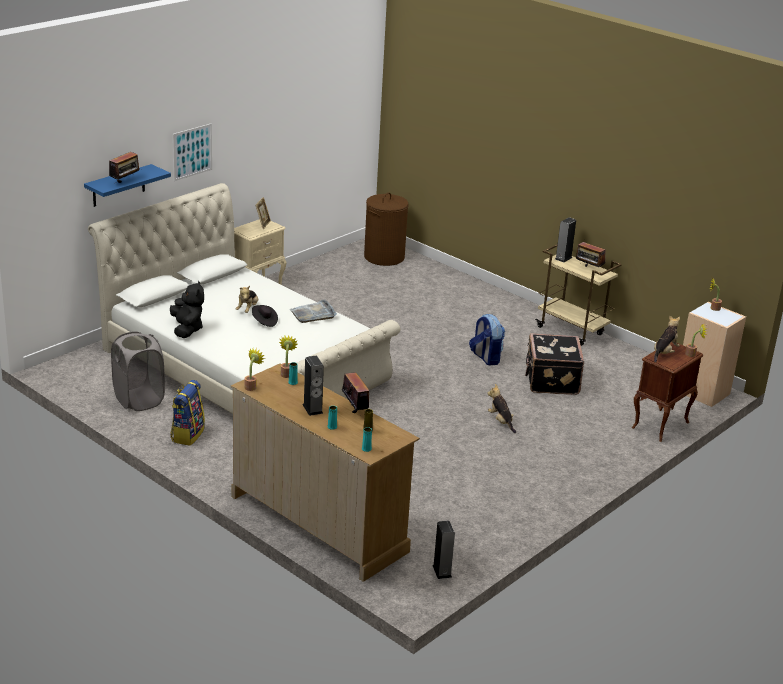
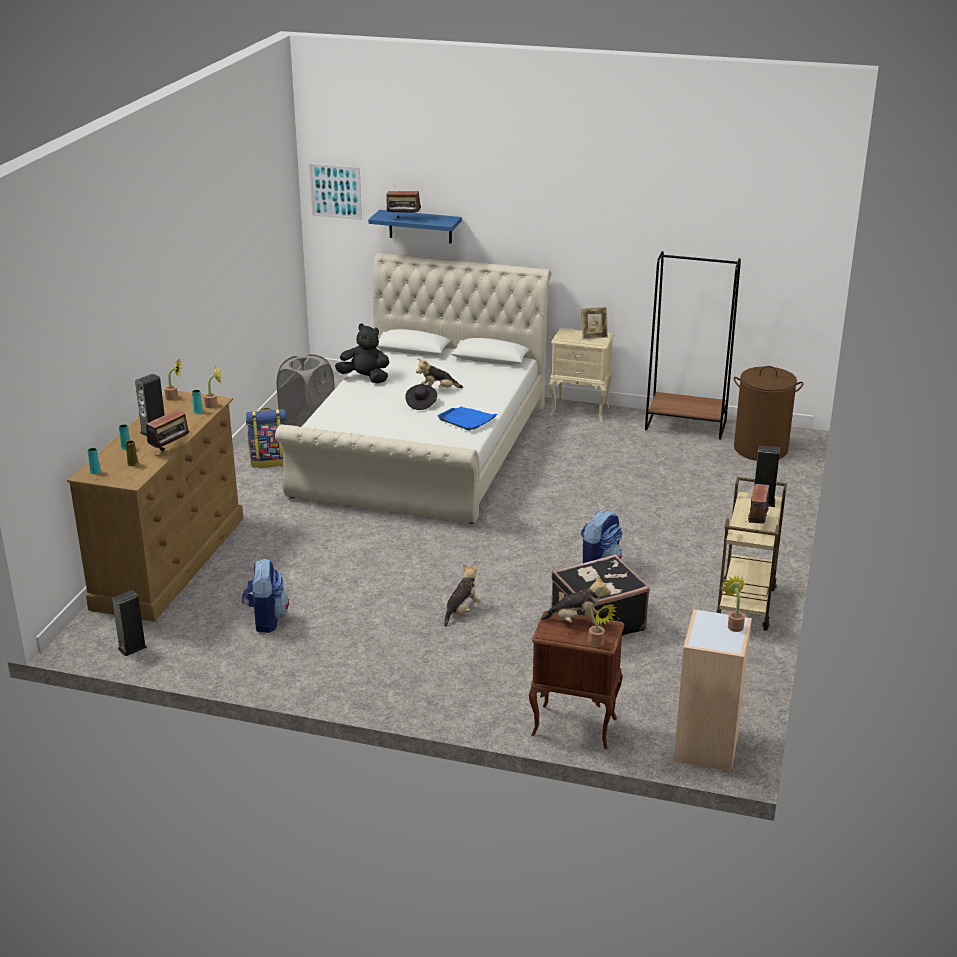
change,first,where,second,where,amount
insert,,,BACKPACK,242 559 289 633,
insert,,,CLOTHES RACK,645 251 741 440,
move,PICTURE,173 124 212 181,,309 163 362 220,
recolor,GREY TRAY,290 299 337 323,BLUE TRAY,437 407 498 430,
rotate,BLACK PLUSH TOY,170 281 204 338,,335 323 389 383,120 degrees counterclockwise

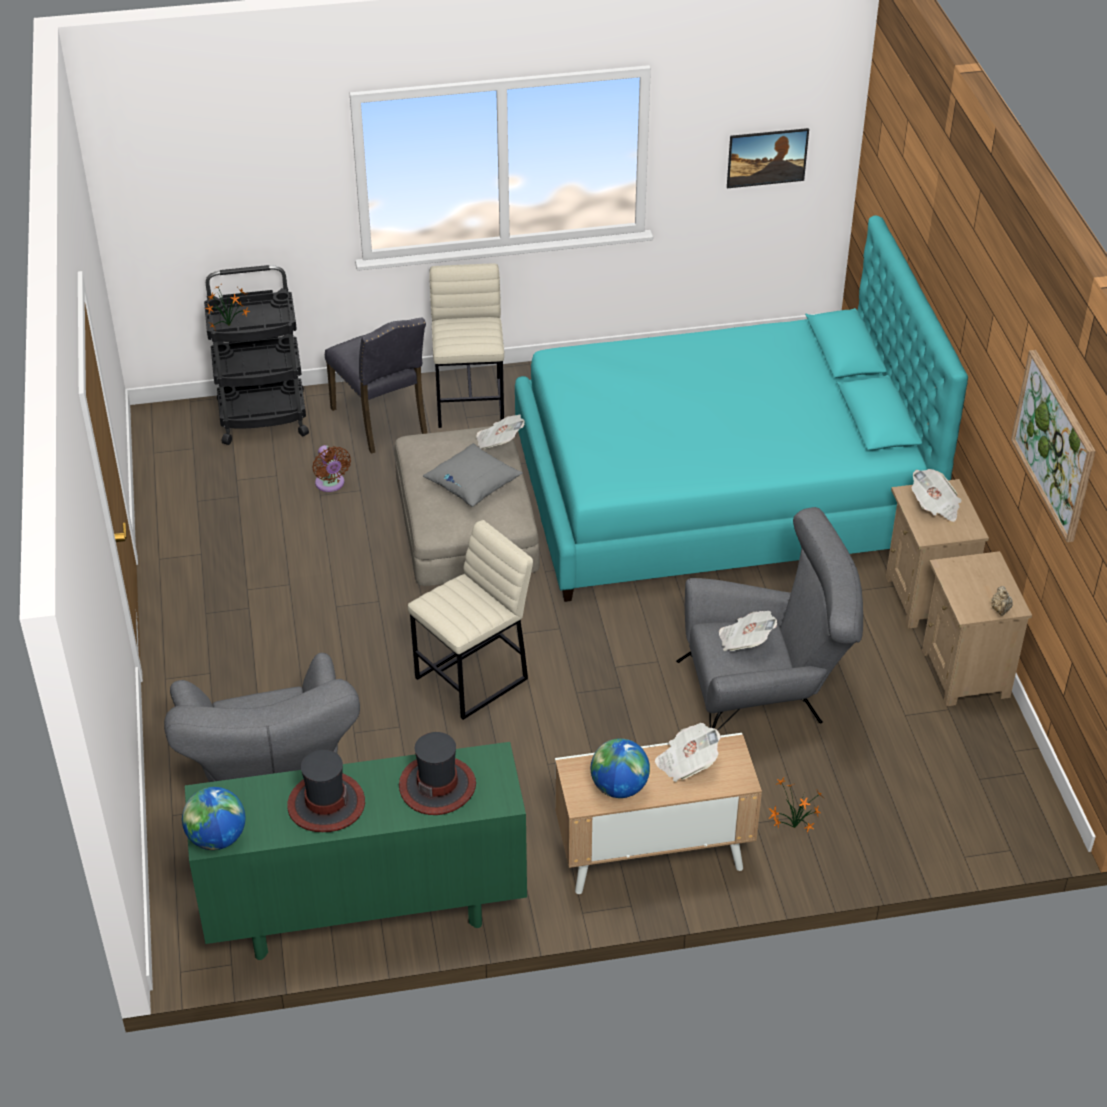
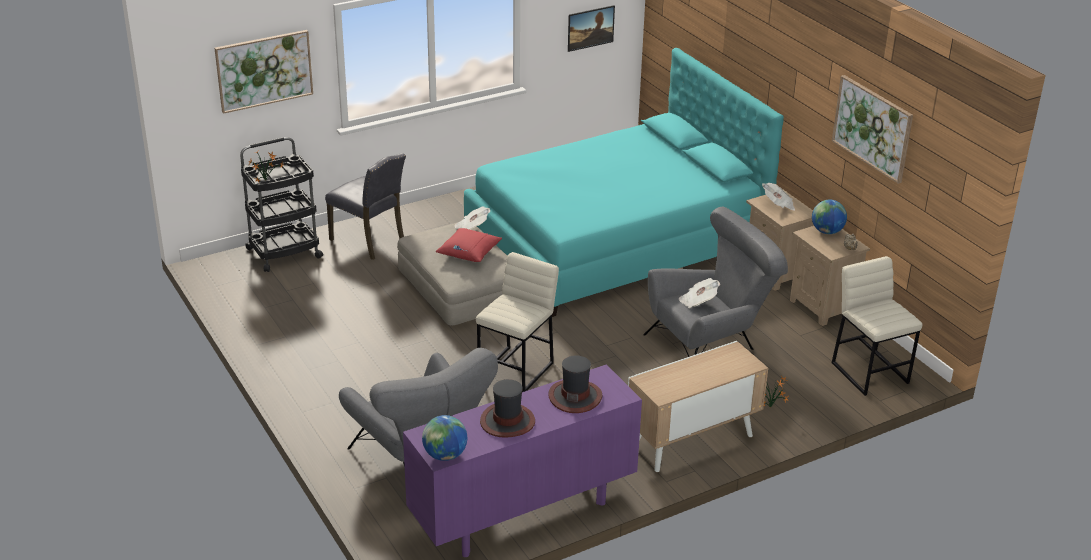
change,first,where,second,where,amount
delete,BROWN FAN,312 445 351 492,,,
delete,NEWSPAPER,655 723 721 782,,,
insert,,,PICTURE,215 30 313 114,
move,BEIGE CHAIR,429 263 504 428,,832 256 922 396,
move,GLOBE,591 738 650 798,,812 200 847 234,
recolor,GREEN DRESSER,185 742 527 960,PURPLE DRESSER,403 364 642 557,
recolor,GREY PILLOW,423 443 523 507,RED PILLOW,436 228 502 262,

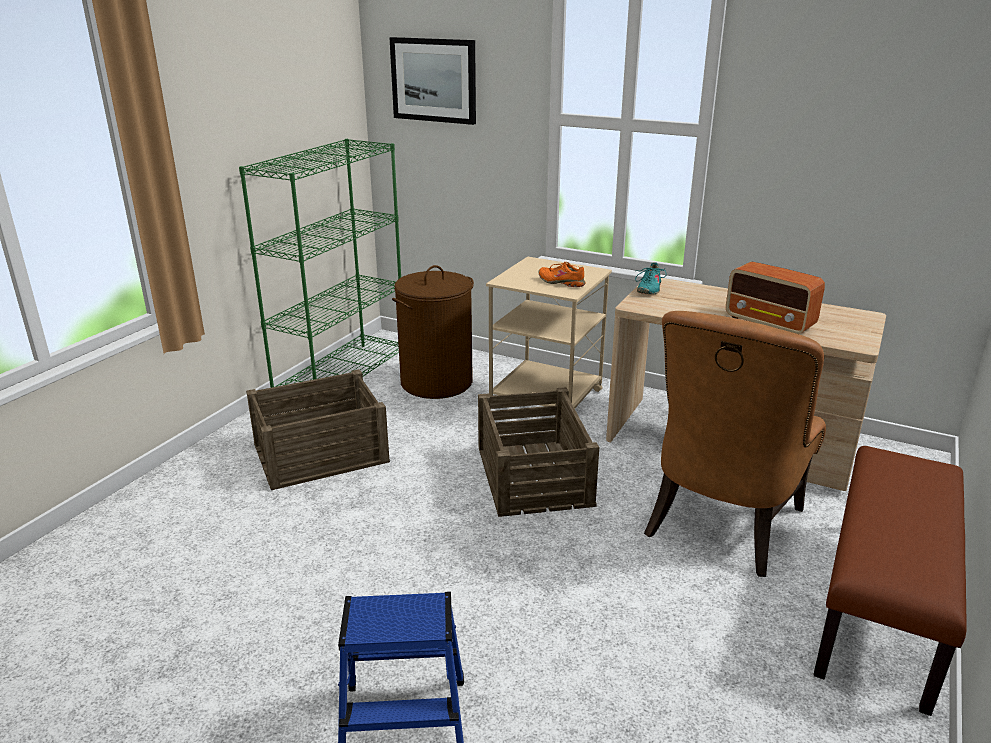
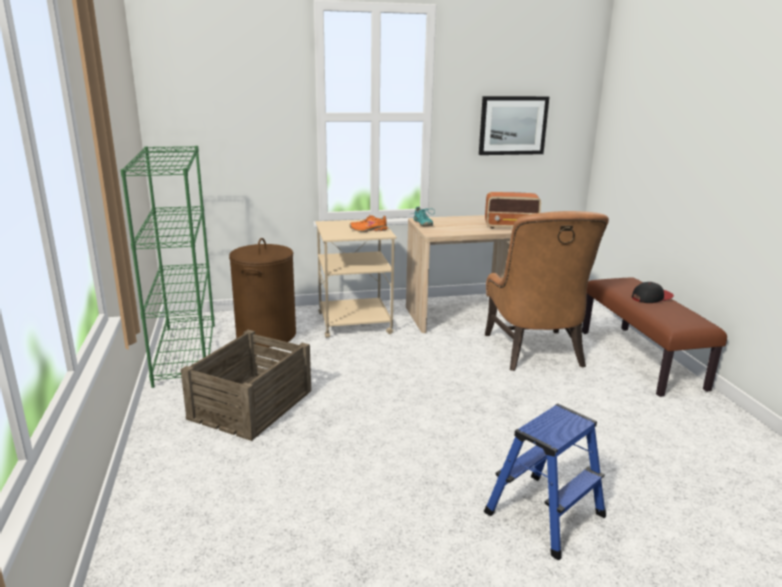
change,first,where,second,where,amount
delete,CRATE,478 387 599 517,,,
insert,,,CAP,632 282 674 303,
move,PICTURE,390 37 476 125,,479 96 549 155,

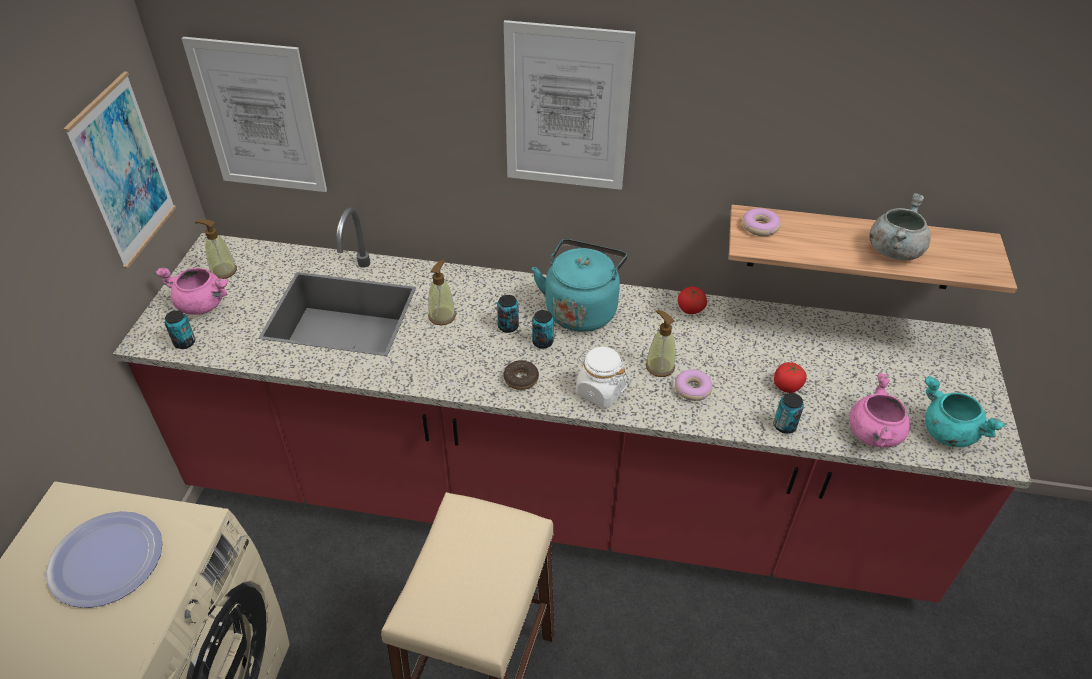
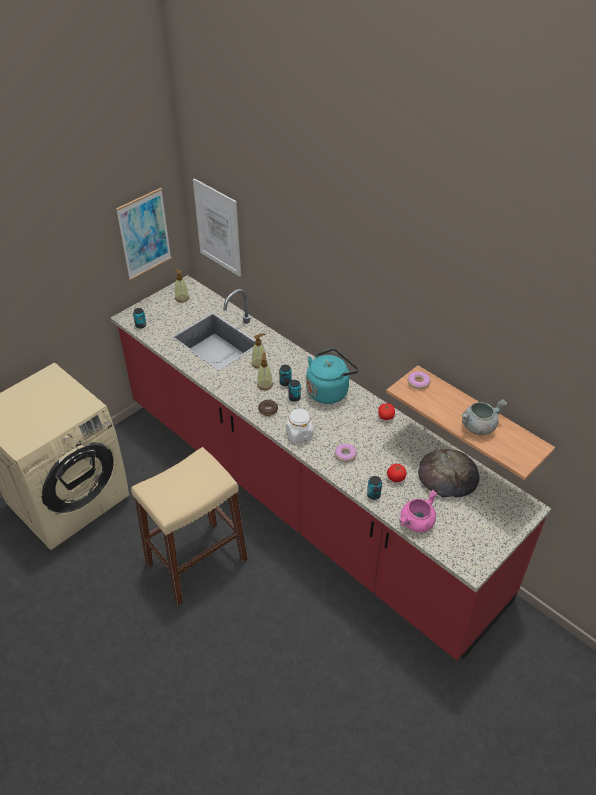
change,first,where,second,where,amount
delete,PLATE,46 511 163 608,,,
delete,PINK COOKING POT,155 268 229 315,,,
delete,PICTURE,504 20 636 190,,,
delete,TURQUOISE COOKING POT,925 376 1006 447,,,
insert,,,BREAD,418 449 480 497,
move,SOAP DISPENSER,646 310 675 377,,257 353 273 390,

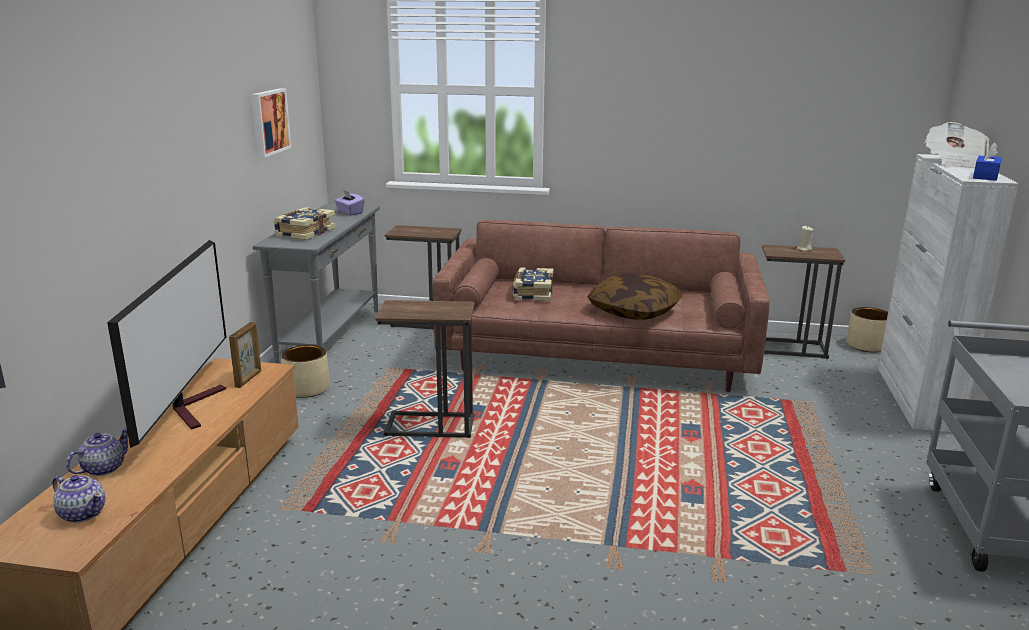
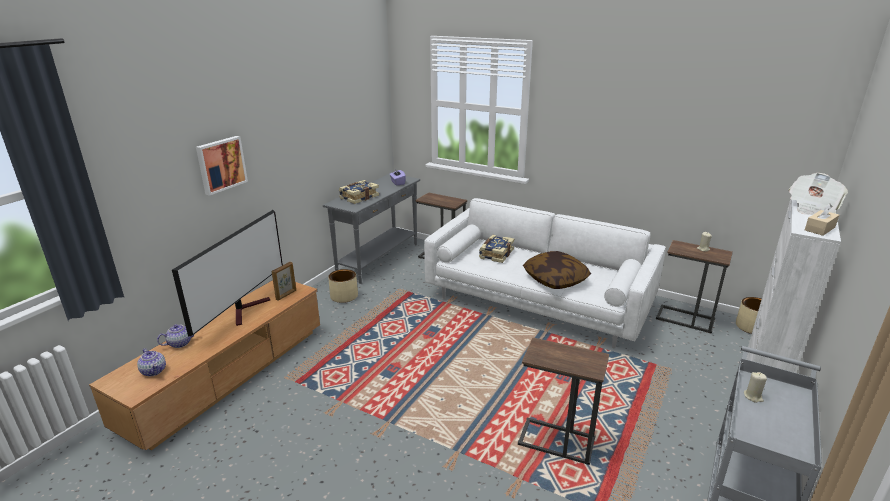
change,first,where,second,where,amount
insert,,,BEIGE CANDLE,744 372 767 403,
move,PICTURE,251 88 291 158,,196 136 248 196,
move,BROWN SIDE TABLE,375 300 474 438,,518 338 609 465,
recolor,BROWN SOFA,433 220 770 392,WHITE SOFA,424 198 666 348,
recolor,BLUE TISSUE BOX,973 143 1002 181,BEIGE TISSUE BOX,805 204 839 236,

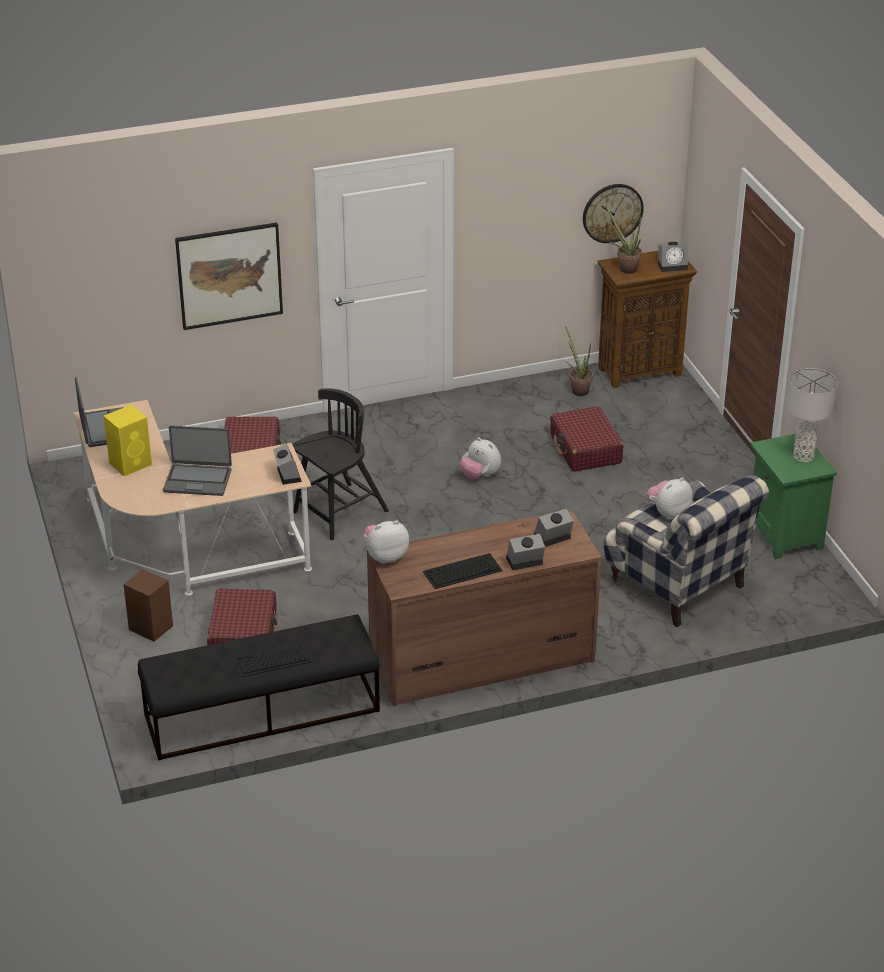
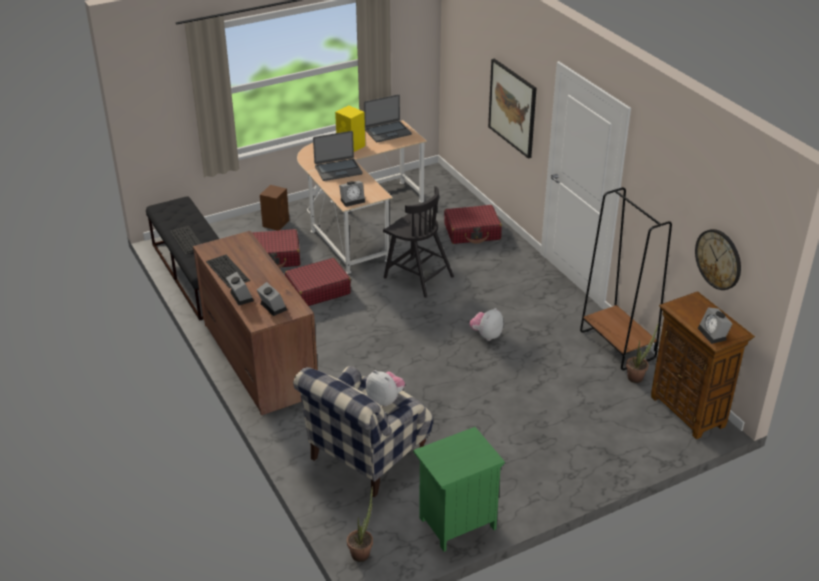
change,first,where,second,where,amount
delete,PLUSH TOY,364 521 409 564,,,
delete,WHITE TABLE LAMP,786 368 837 462,,,
insert,,,CLOTHES RACK,580 187 672 370,
move,RED SUITCASE,550 406 624 472,,285 258 351 306,
move,POTTED PLANT,605 205 642 274,,347 486 373 562,
rotate,LAPTOP,163 426 232 496,,313 131 363 181,105 degrees counterclockwise

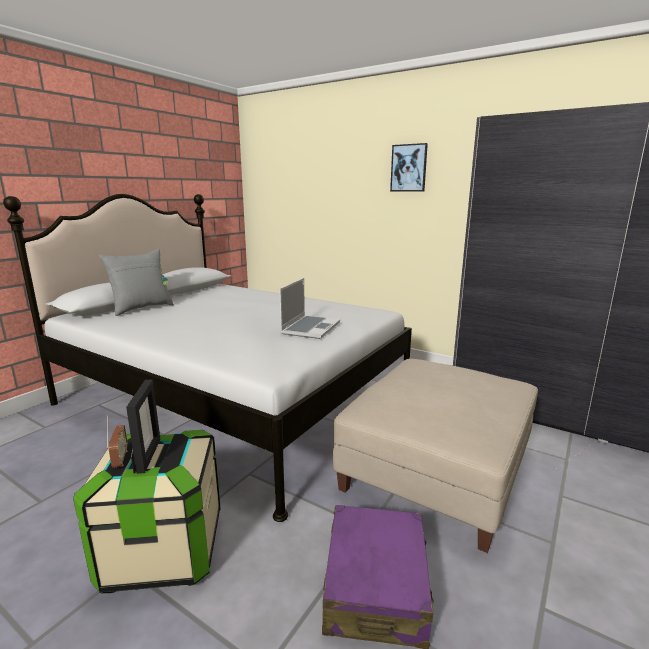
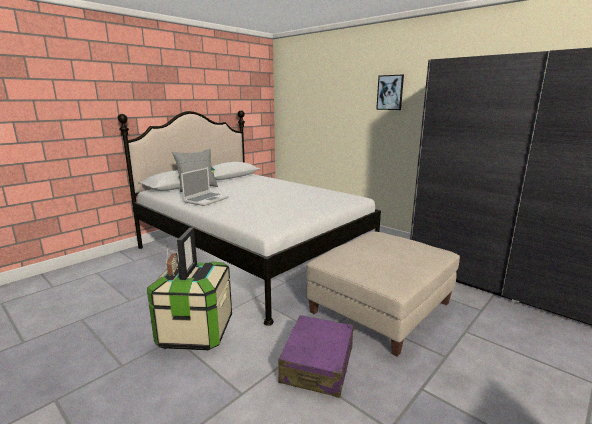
change,first,where,second,where,amount
move,LAPTOP,279 278 340 339,,181 167 229 206,

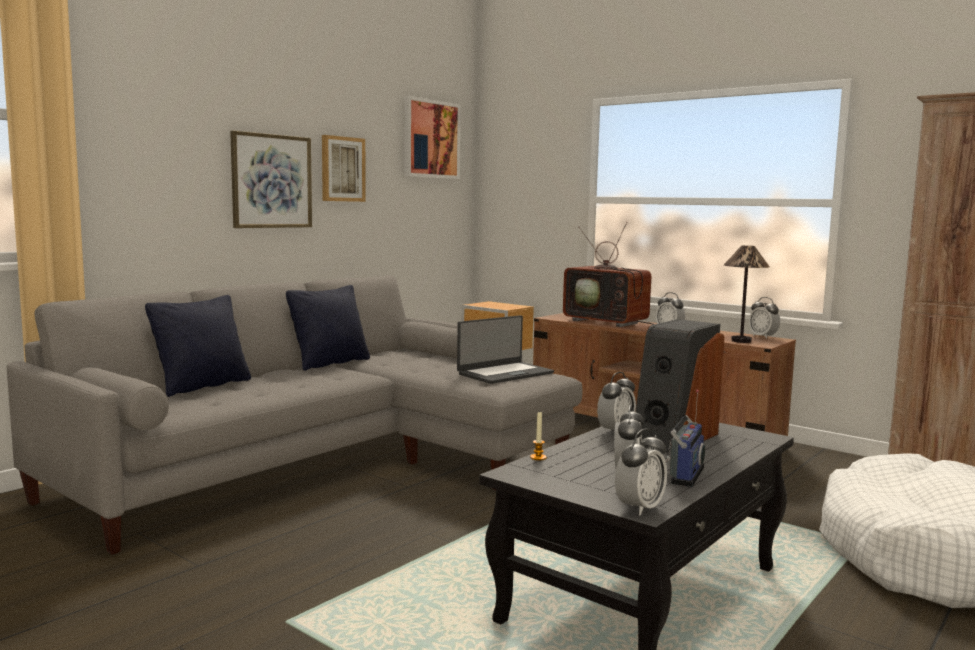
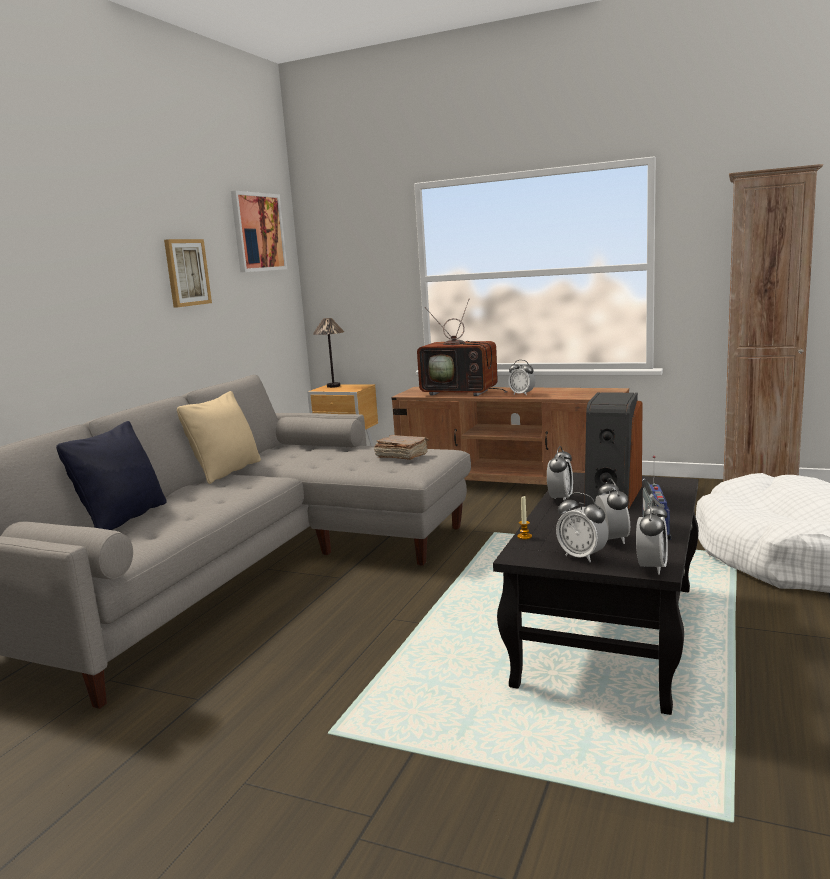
change,first,where,second,where,amount
delete,PICTURE,230 131 312 228,,,
move,TABLE LAMP,724 245 770 343,,313 318 344 388,
move,ALARM CLOCK,749 297 780 339,,556 493 609 562,
replace,LAPTOP,457 315 554 384,BROWN BOOK,374 435 429 460,
recolor,BLACK PILLOW,286 285 370 371,BEIGE PILLOW,177 391 261 484,

